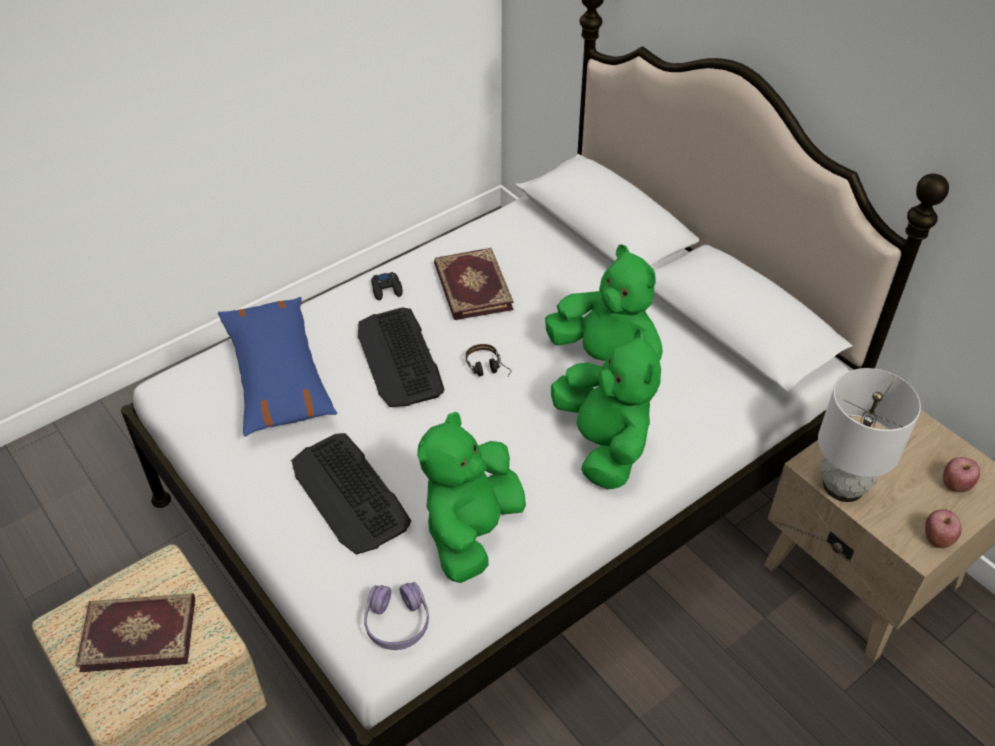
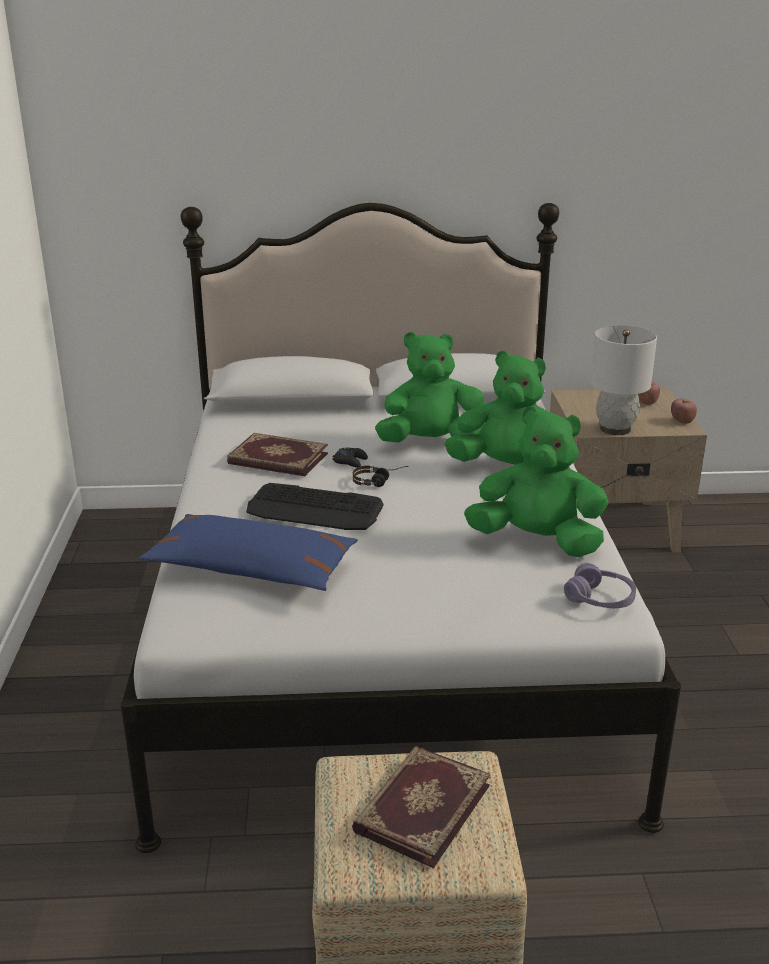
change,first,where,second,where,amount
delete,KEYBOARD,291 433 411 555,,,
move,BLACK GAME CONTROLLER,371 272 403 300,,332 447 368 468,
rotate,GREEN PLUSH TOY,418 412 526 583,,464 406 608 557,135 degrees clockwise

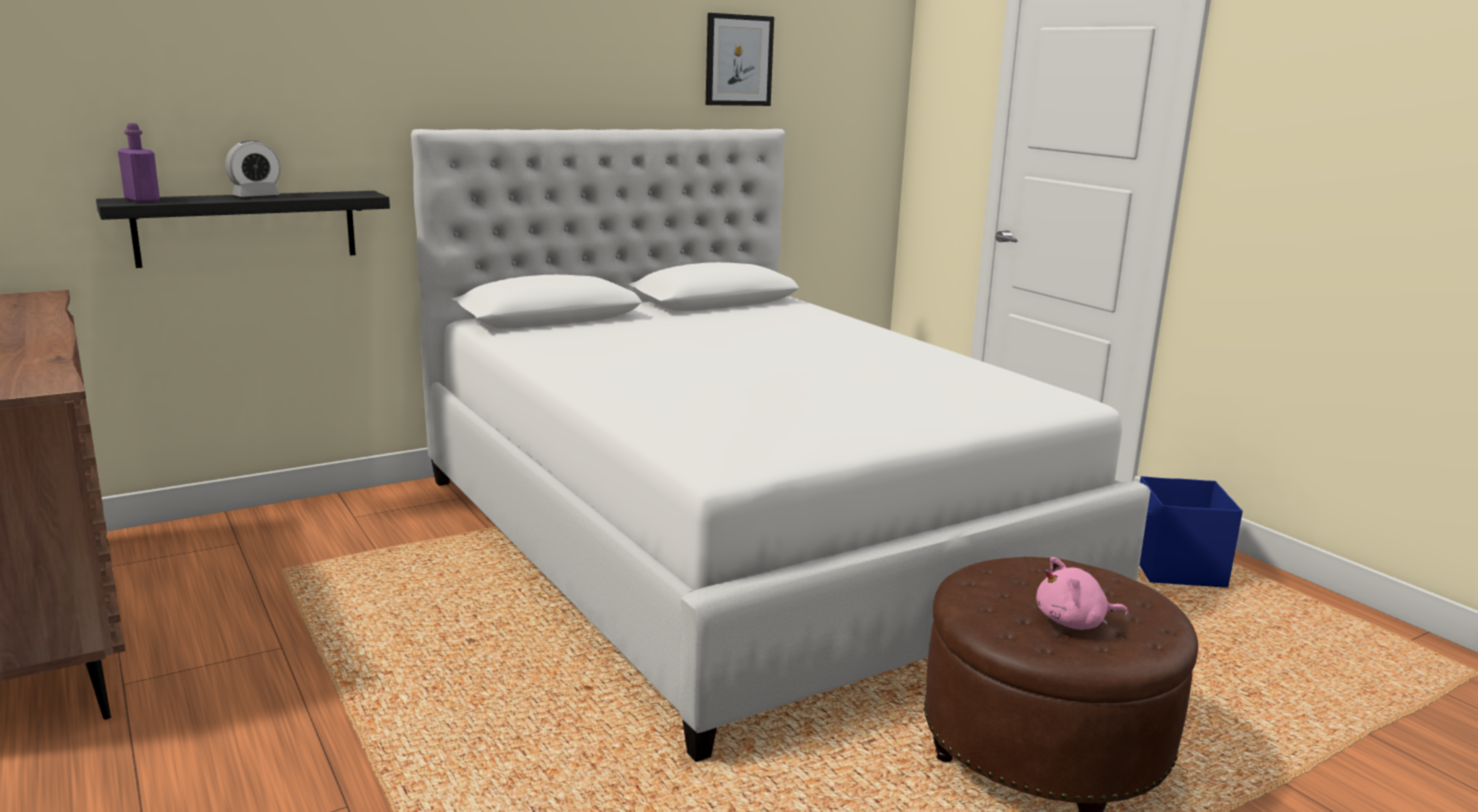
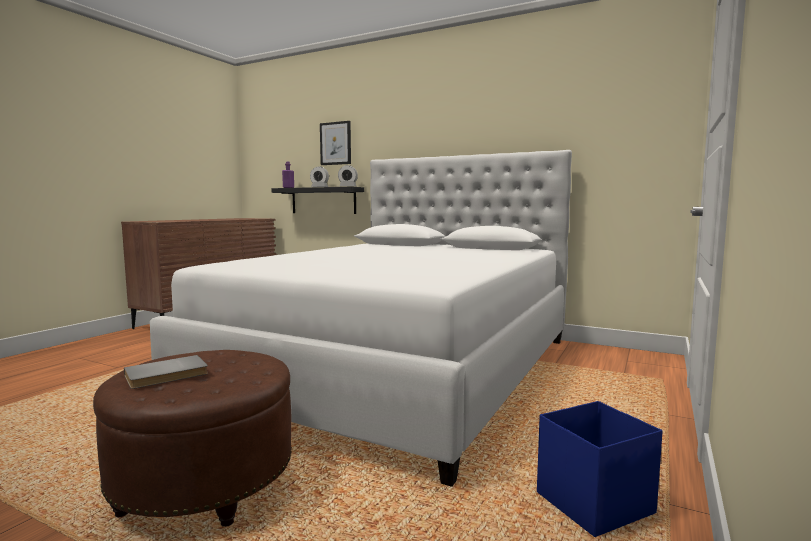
change,first,where,second,where,amount
insert,,,ALARM CLOCK,338 165 358 186,
move,PICTURE,706 13 774 106,,320 121 351 165,
replace,PINK PLUSH TOY,1036 557 1129 630,GREY BOOK,124 355 208 389,

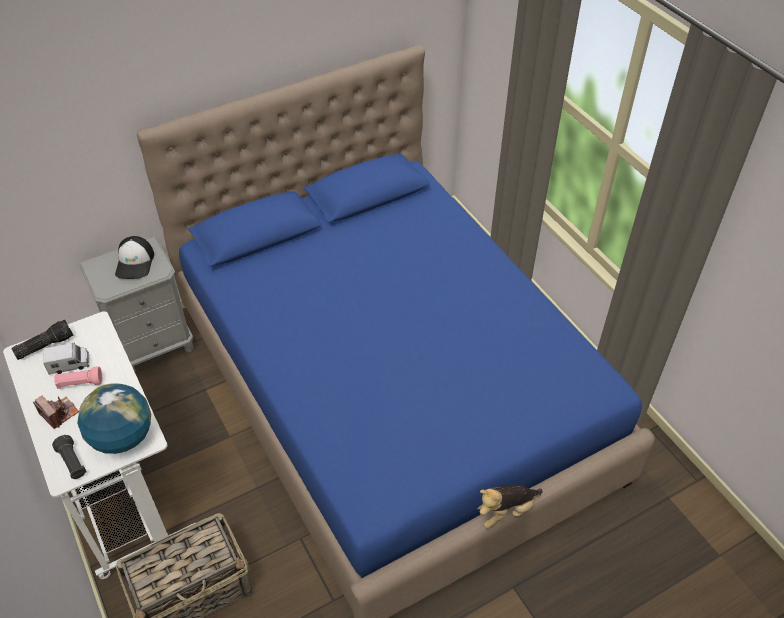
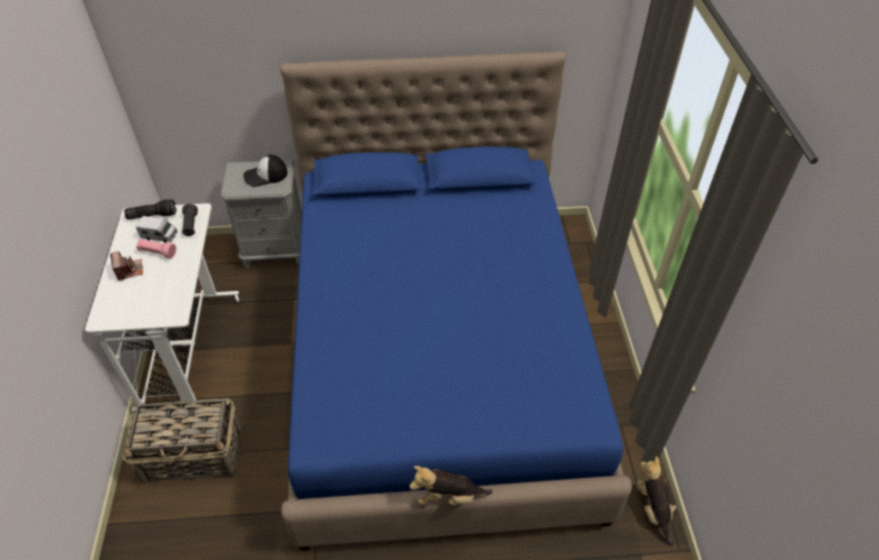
change,first,where,second,where,amount
delete,GLOBE,77 383 151 454,,,
insert,,,PLUSH TOY,637 456 676 546,
move,BLACK FLASHLIGHT,52 435 87 479,,182 204 198 236,
rotate,CAP,115 236 154 279,,243 155 288 187,45 degrees clockwise

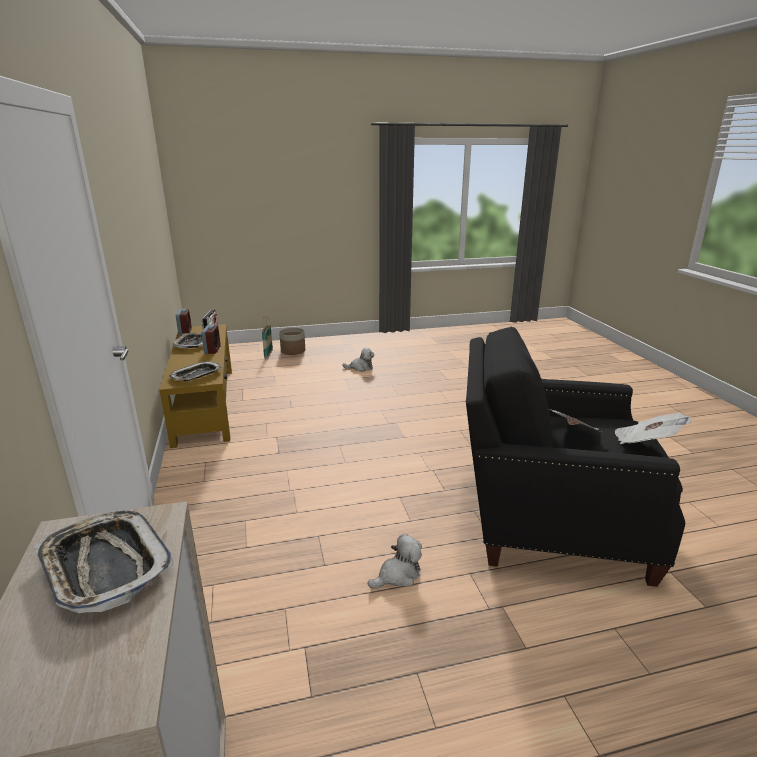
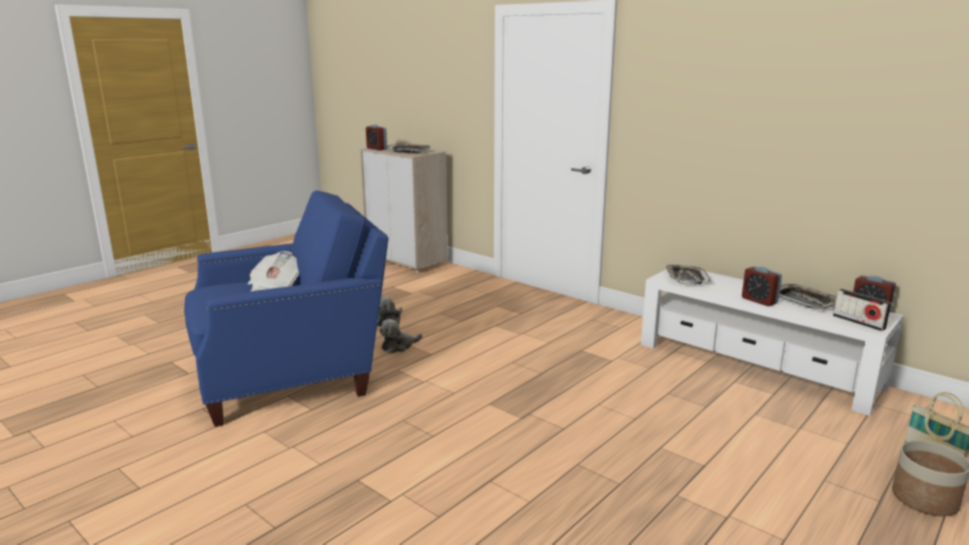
change,first,where,second,where,amount
delete,NEWSPAPER,615 413 692 444,,,
insert,,,ALARM CLOCK,366 125 387 150,
move,PLUSH TOY,342 347 375 372,,379 319 422 354,
recolor,YELLOW TV STAND,159 324 232 448,WHITE TV STAND,641 269 904 416,
recolor,BLACK ARMCHAIR,466 326 685 587,BLUE ARMCHAIR,184 190 388 427,

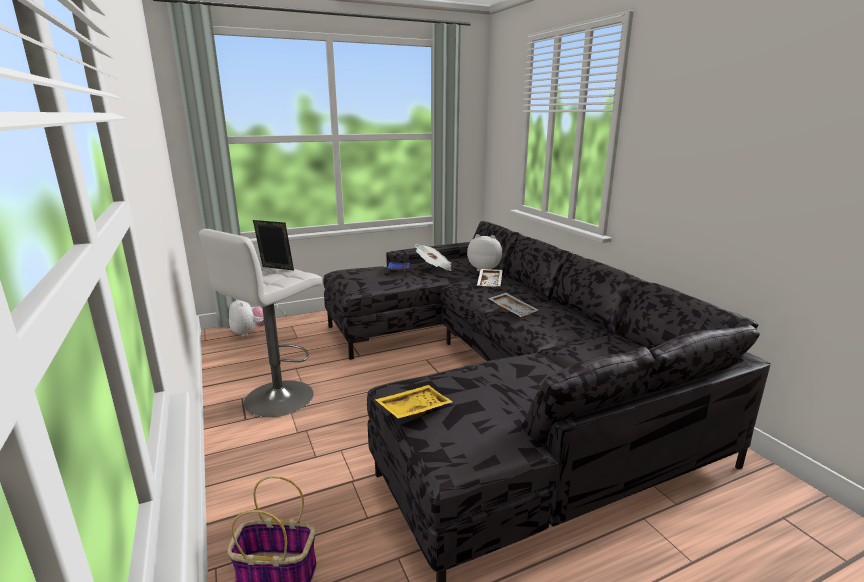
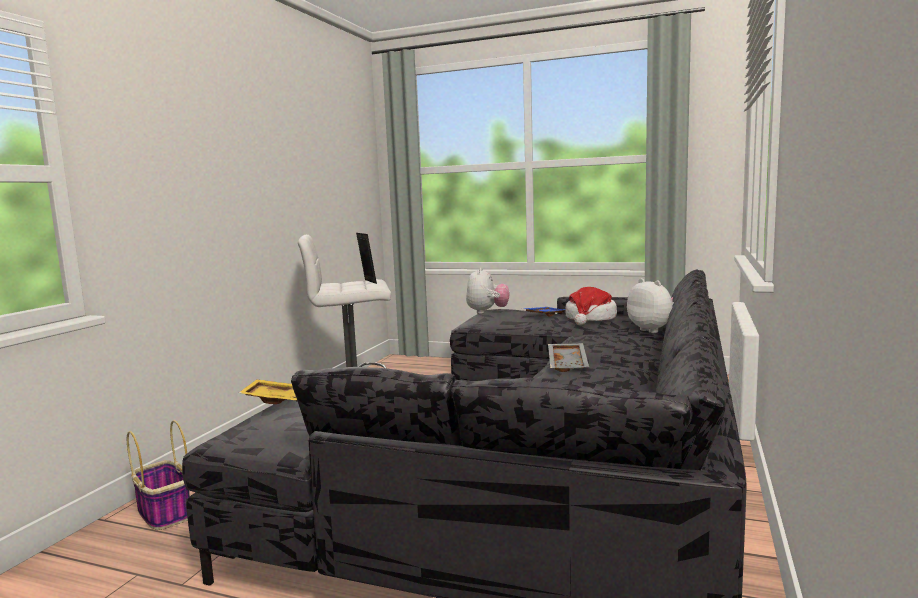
change,first,where,second,where,amount
delete,WHITE TRAY,477 269 503 288,,,
move,PLUSH TOY,229 299 265 337,,466 268 509 314,
replace,NEWSPAPER,415 244 452 271,HAT,566 287 617 325,

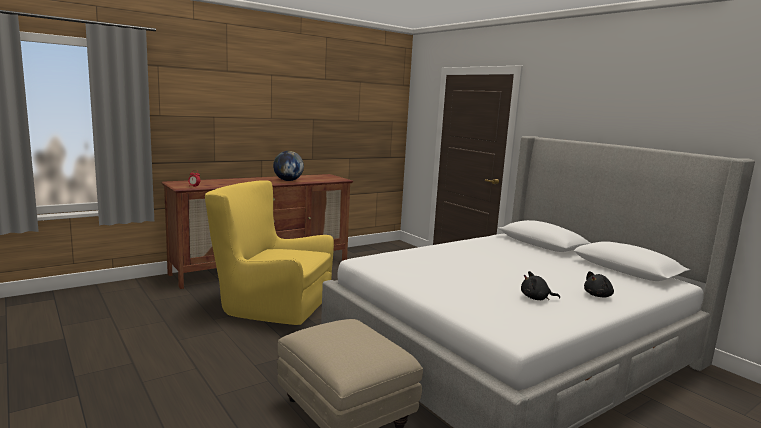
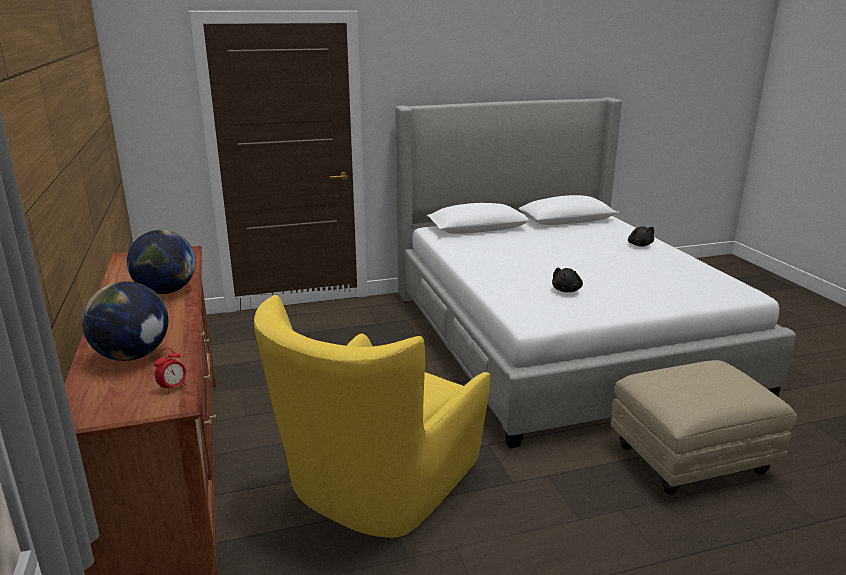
change,first,where,second,where,amount
insert,,,GLOBE,82 281 168 361,
move,BLACK PLUSH TOY,521 271 560 300,,552 268 583 292,

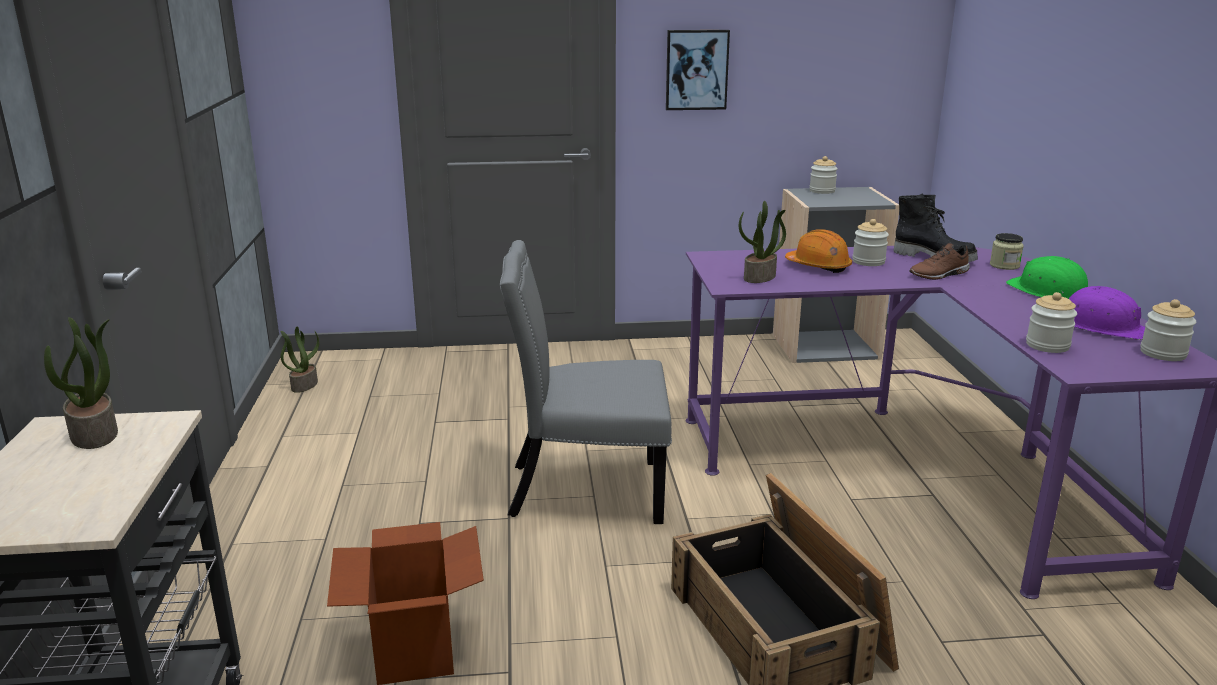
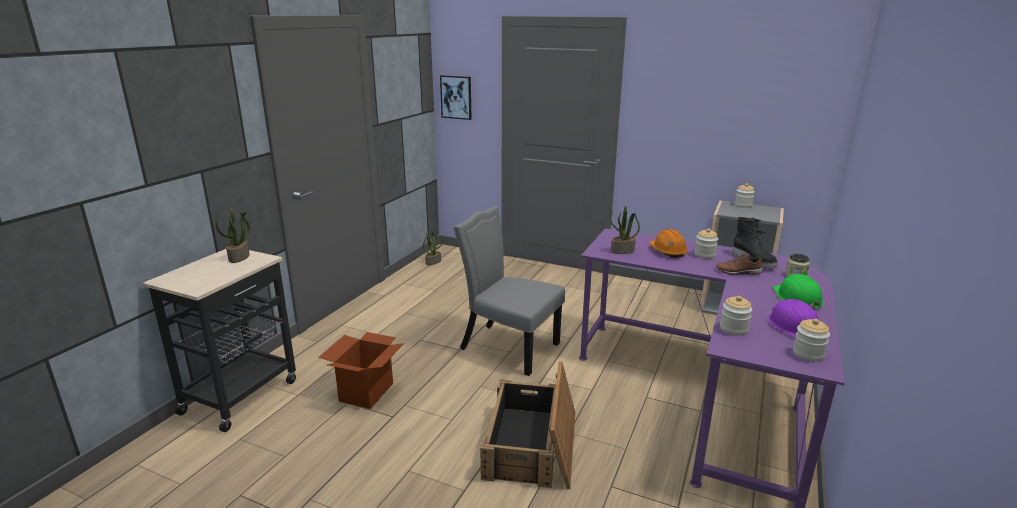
change,first,where,second,where,amount
move,PICTURE,666 30 730 110,,440 75 472 120,

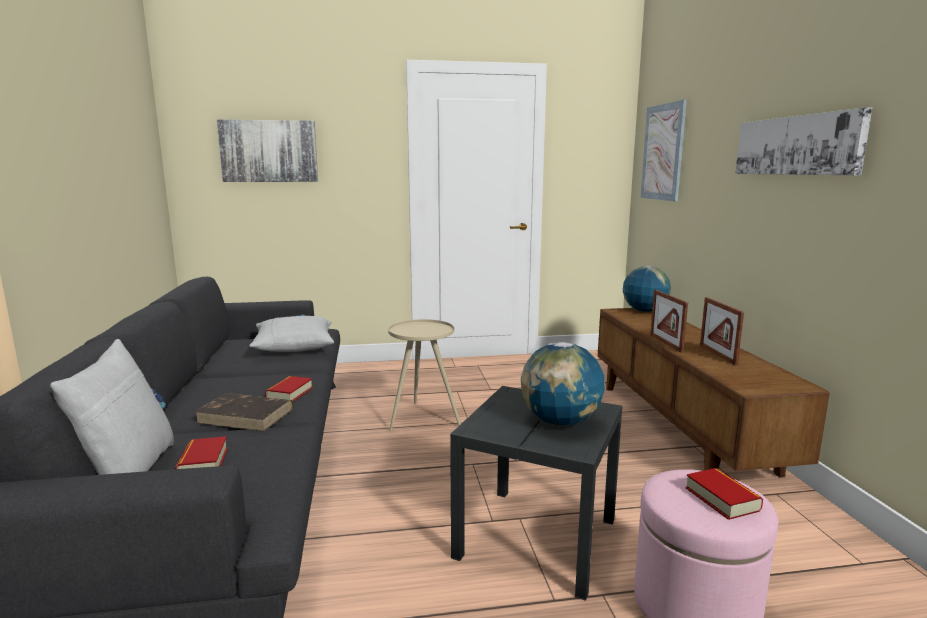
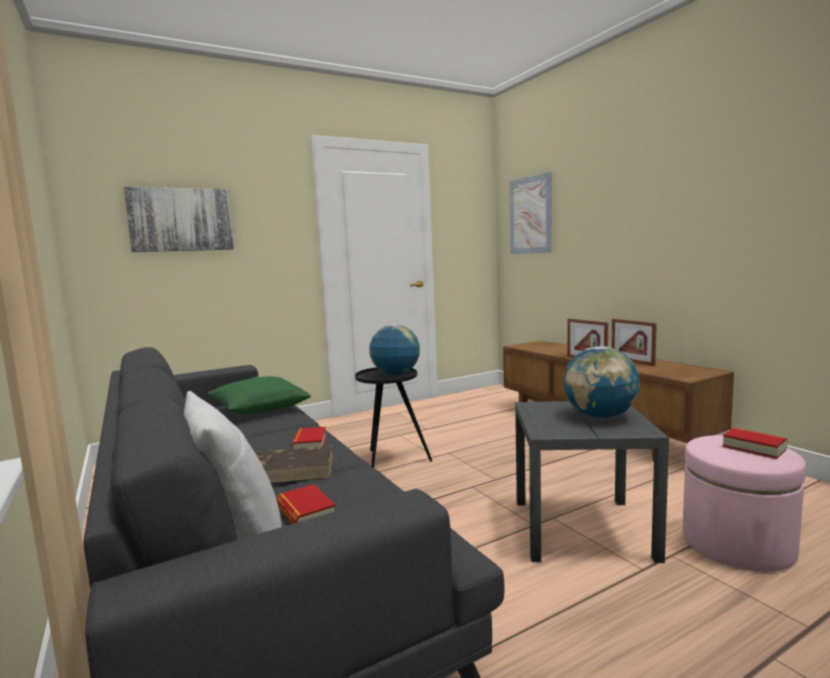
change,first,where,second,where,amount
delete,PICTURE,735 107 872 175,,,
move,GLOBE,623 266 671 312,,369 324 420 375,
recolor,GREY PILLOW,249 314 334 352,GREEN PILLOW,208 376 311 414,
recolor,BEIGE SIDE TABLE,388 319 461 431,BLACK SIDE TABLE,355 367 432 468,

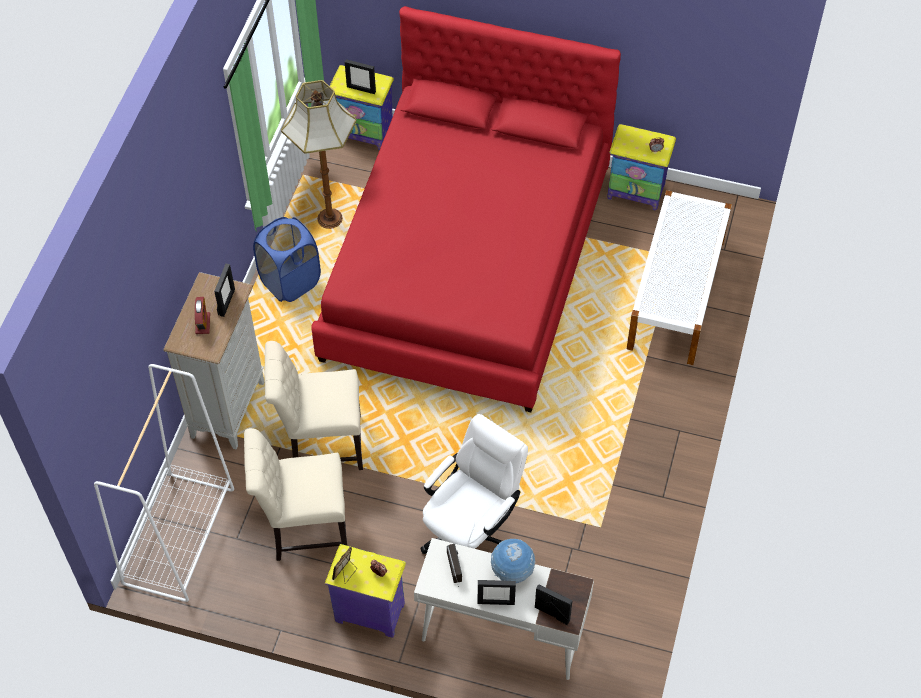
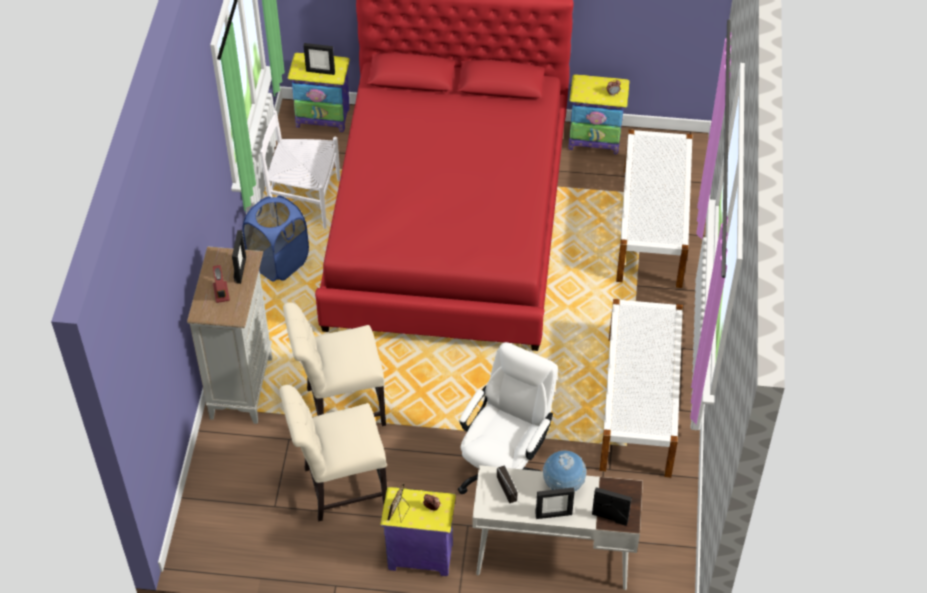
change,first,where,second,where,amount
delete,WHITE CLOTHES RACK,94 364 234 602,,,
insert,,,WHITE BENCH,599 299 683 478,
replace,FLOOR LAMP,281 80 356 229,WHITE CHAIR,260 110 340 229,

